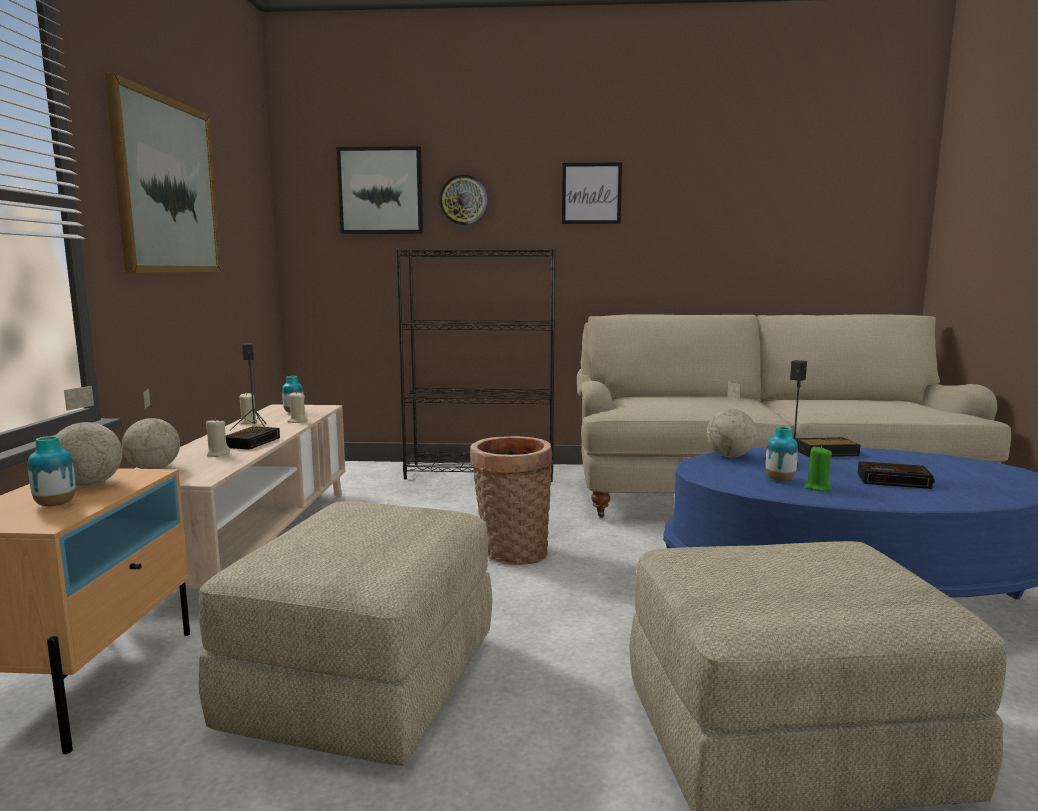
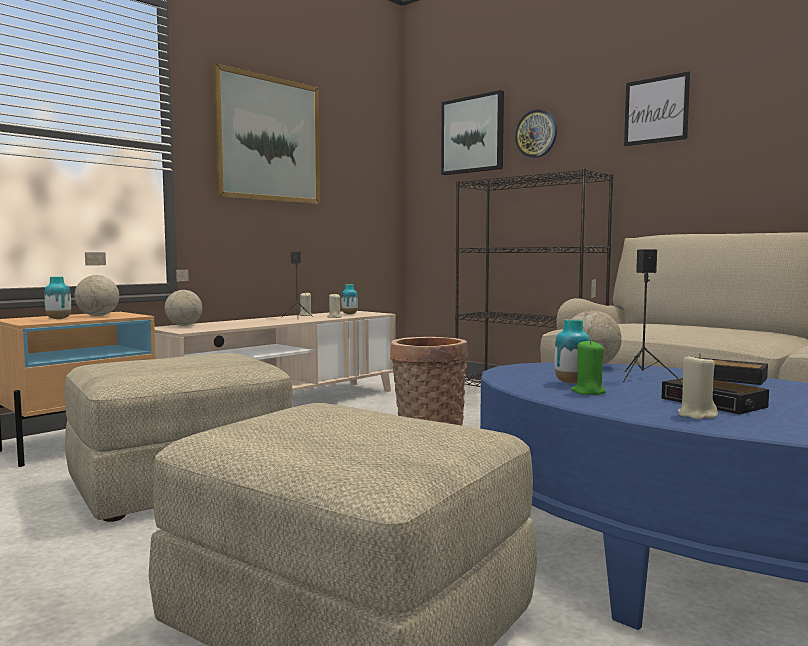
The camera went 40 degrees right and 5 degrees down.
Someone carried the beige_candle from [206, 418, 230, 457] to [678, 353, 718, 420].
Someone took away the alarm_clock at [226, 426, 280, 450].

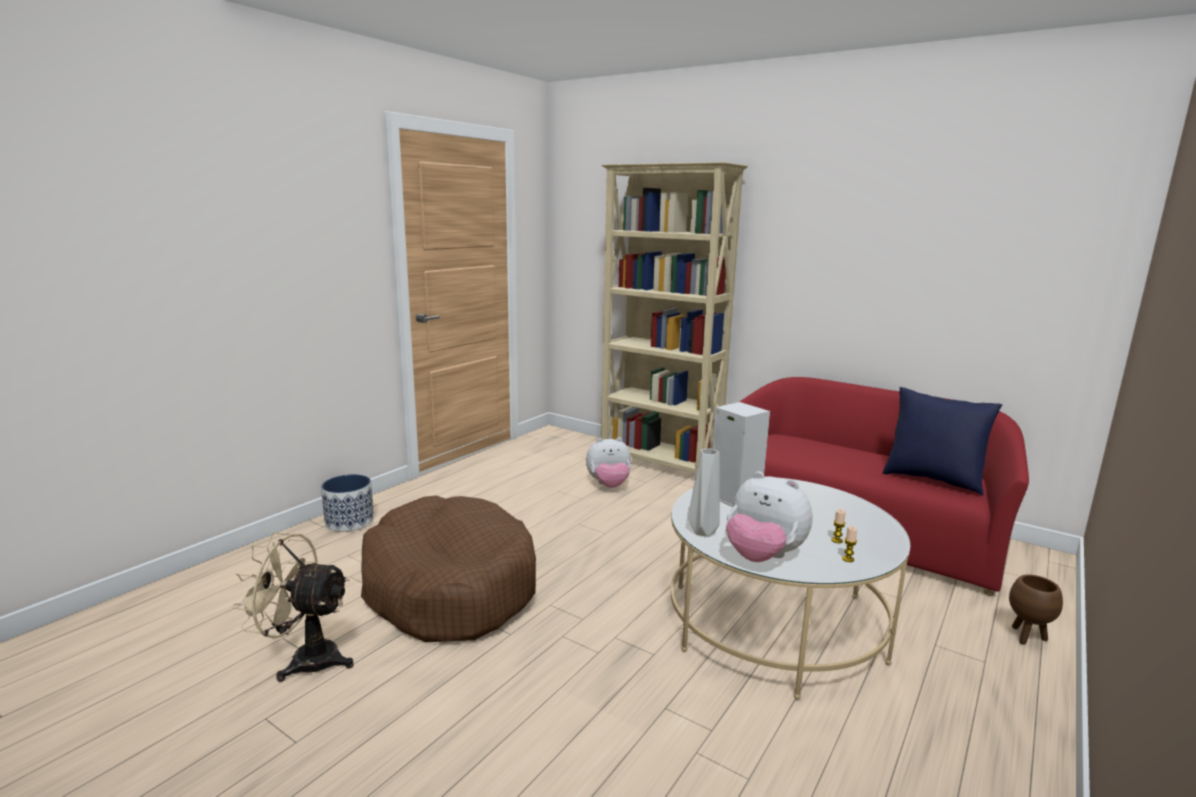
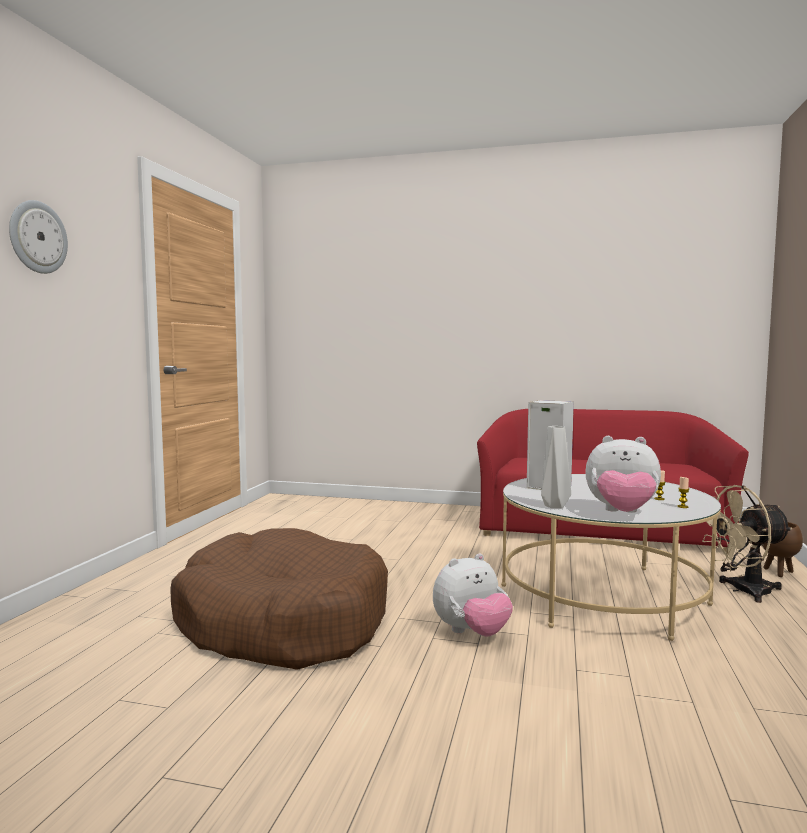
The camera went 20 degrees left and 10 degrees down.
Someone carried the beige_fan from [232, 532, 354, 682] to [702, 485, 793, 603].
Someone took away the planter at [321, 474, 374, 532].
Someone carried the plush_toy from [586, 437, 631, 488] to [433, 553, 513, 637].
Someone took away the beige_bookcase at [601, 162, 748, 477].
Someone took away the blue_pillow at [883, 387, 1002, 496].
Someone put up the wall_clock at [9, 200, 68, 274].

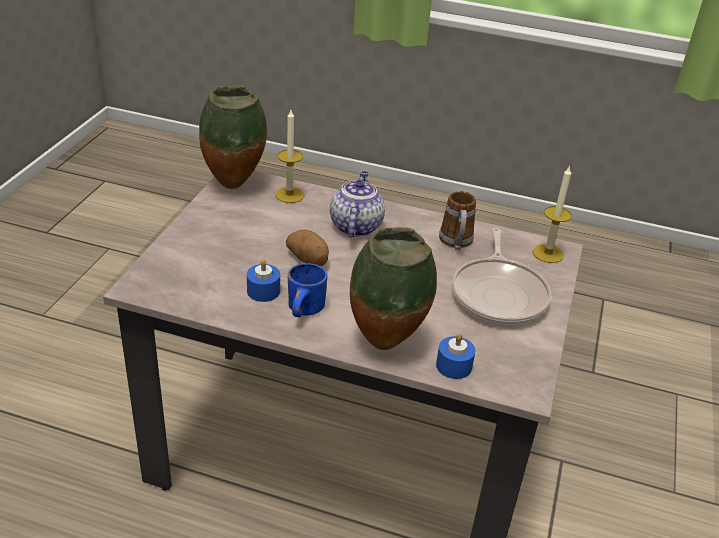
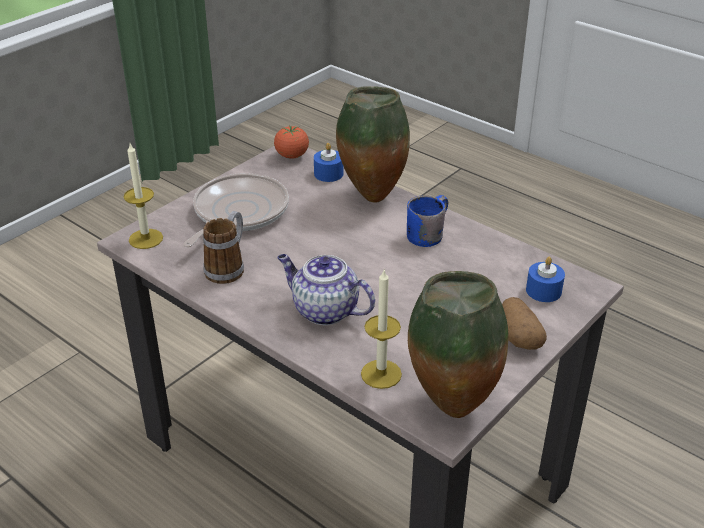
The camera went 155 degrees left and 0 degrees up.
Someone carried the blue_candle from [247, 259, 280, 302] to [526, 257, 565, 302].
Someone carried the potato from [286, 229, 329, 266] to [502, 297, 547, 350].
Someone rotated the teapot at [330, 171, 385, 237] by 90 degrees clockwise.
Someone put down the tomato at [274, 126, 309, 159].

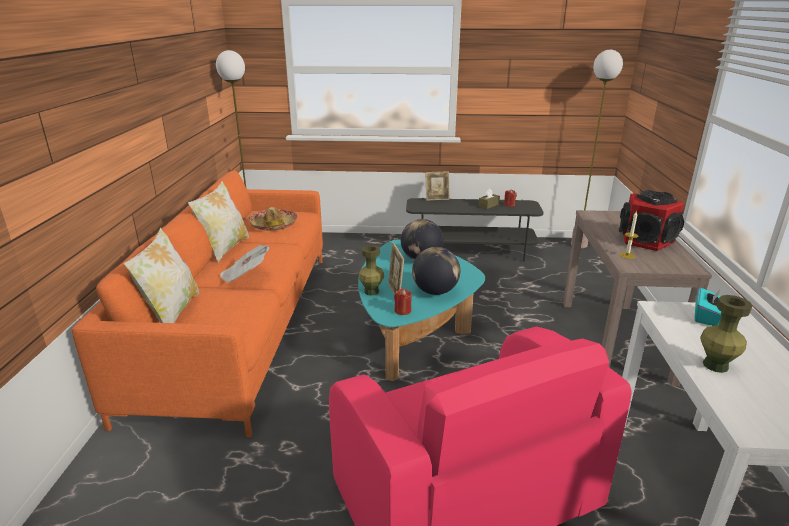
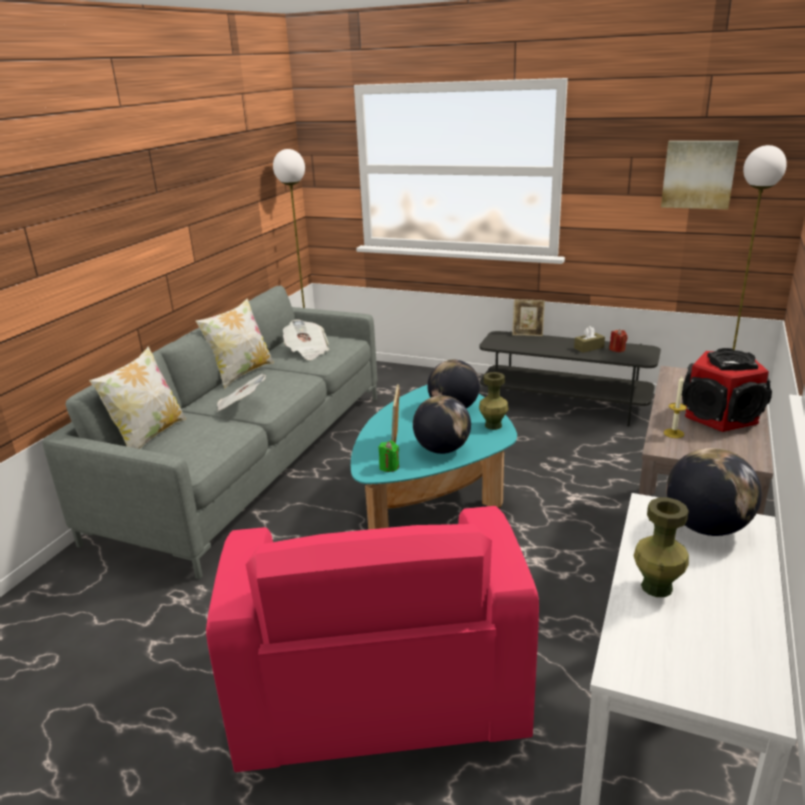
The camera went 20 degrees right and 0 degrees up.
Someone repainted the orange_sofa at [72, 171, 323, 437], which became the grey_sofa at [43, 286, 377, 579].
Someone swapped the hat at [247, 207, 297, 231] for the newspaper at [283, 319, 330, 360].
Someone carried the green_vase from [358, 245, 384, 295] to [479, 372, 509, 430].
Someone repainted the red_candle at [394, 288, 412, 315], which became the green_candle at [378, 440, 399, 472].
Someone swapped the turquoise_tissue_box at [695, 288, 721, 326] for the globe at [666, 448, 762, 536].
Someone put up the picture at [661, 141, 739, 210].

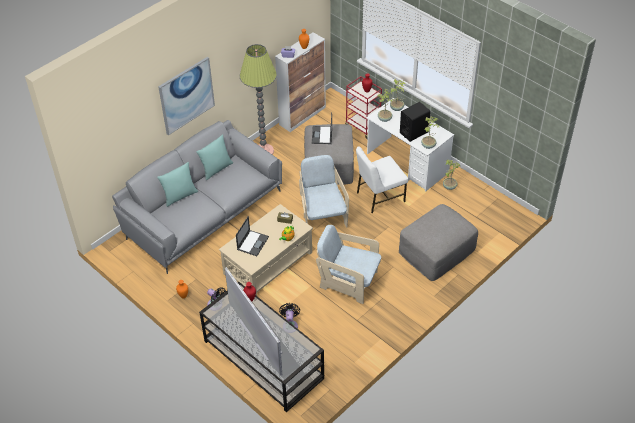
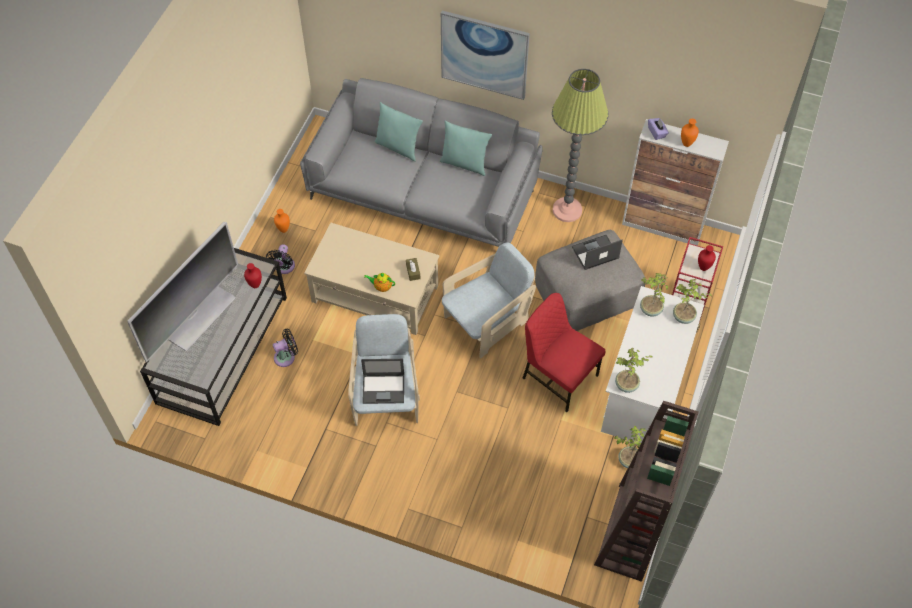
The camera went 65 degrees right and 10 degrees up.
Someone carried the laptop from [236, 216, 269, 256] to [361, 359, 404, 404].
Someone repainted the white_chair at [356, 146, 408, 213], which became the red_chair at [523, 293, 605, 412].
Someone took away the grey_ottoman at [399, 204, 478, 281].
Someone took away the black_speaker at [400, 102, 431, 142].
Someone put down the brown_bookcase at [594, 401, 699, 582].

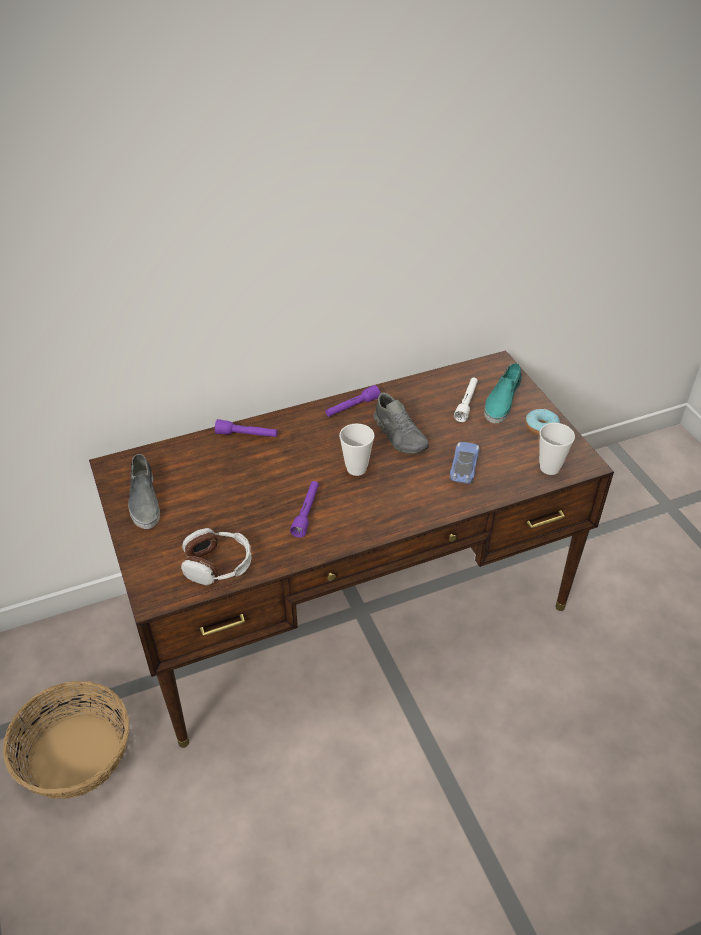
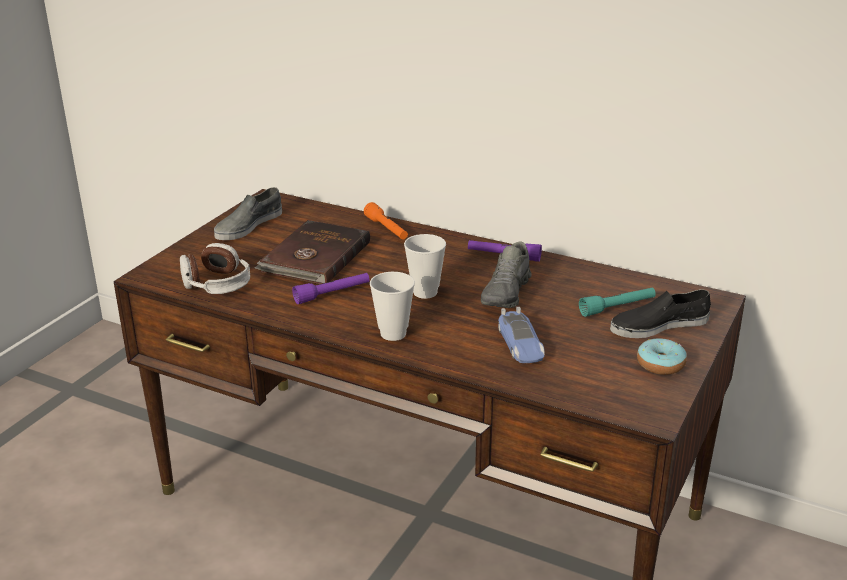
The camera went 50 degrees right and 15 degrees down.
Someone took away the basket at [3, 681, 129, 799].
Someone repainted the purple_flashlight at [215, 419, 278, 437], which became the orange_flashlight at [364, 202, 408, 239].
Someone rotated the toy_car at [450, 442, 480, 484] by 105 degrees clockwise.
Someone repainted the white_flashlight at [454, 378, 478, 422], which became the turquoise_flashlight at [579, 288, 656, 317].
Someone repainted the turquoise_shoe at [484, 363, 522, 423], which became the black_shoe at [610, 289, 711, 338].
Someone carried the cup from [539, 423, 575, 475] to [370, 272, 415, 341].
Someone put down the brown_book at [254, 220, 370, 284].

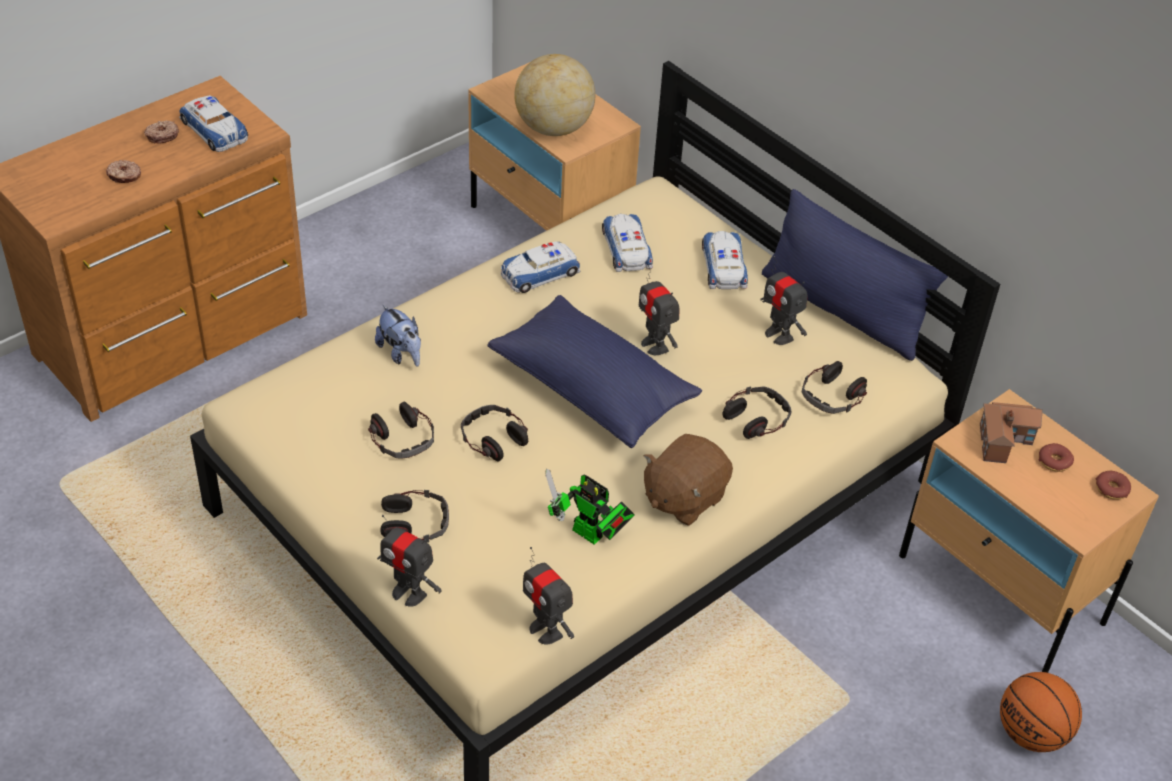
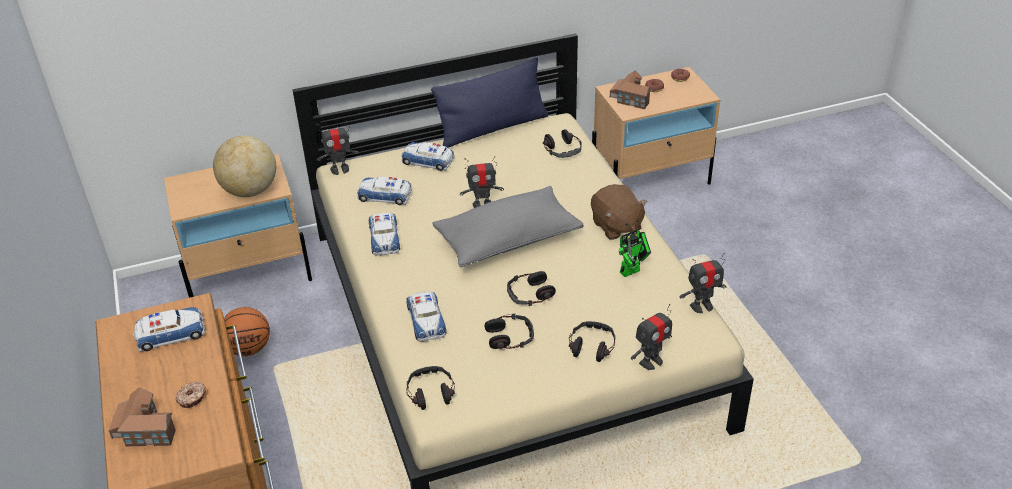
The camera went 65 degrees left and 5 degrees down.
Someone took away the donut at [144, 121, 179, 144].
Someone swapped the plush_toy at [375, 305, 421, 367] for the toy_car at [406, 291, 447, 342].
Someone repainted the blue_pillow at [487, 295, 702, 448], which became the grey_pillow at [432, 186, 584, 267].
Someone carried the headphones from [722, 386, 792, 439] to [406, 366, 455, 410].
Someone carried the toy_robot from [761, 256, 807, 345] to [317, 121, 359, 175].
Someone carried the basketball from [1000, 672, 1082, 752] to [224, 307, 270, 356].
Someone put down the toy_house at [109, 387, 176, 446].

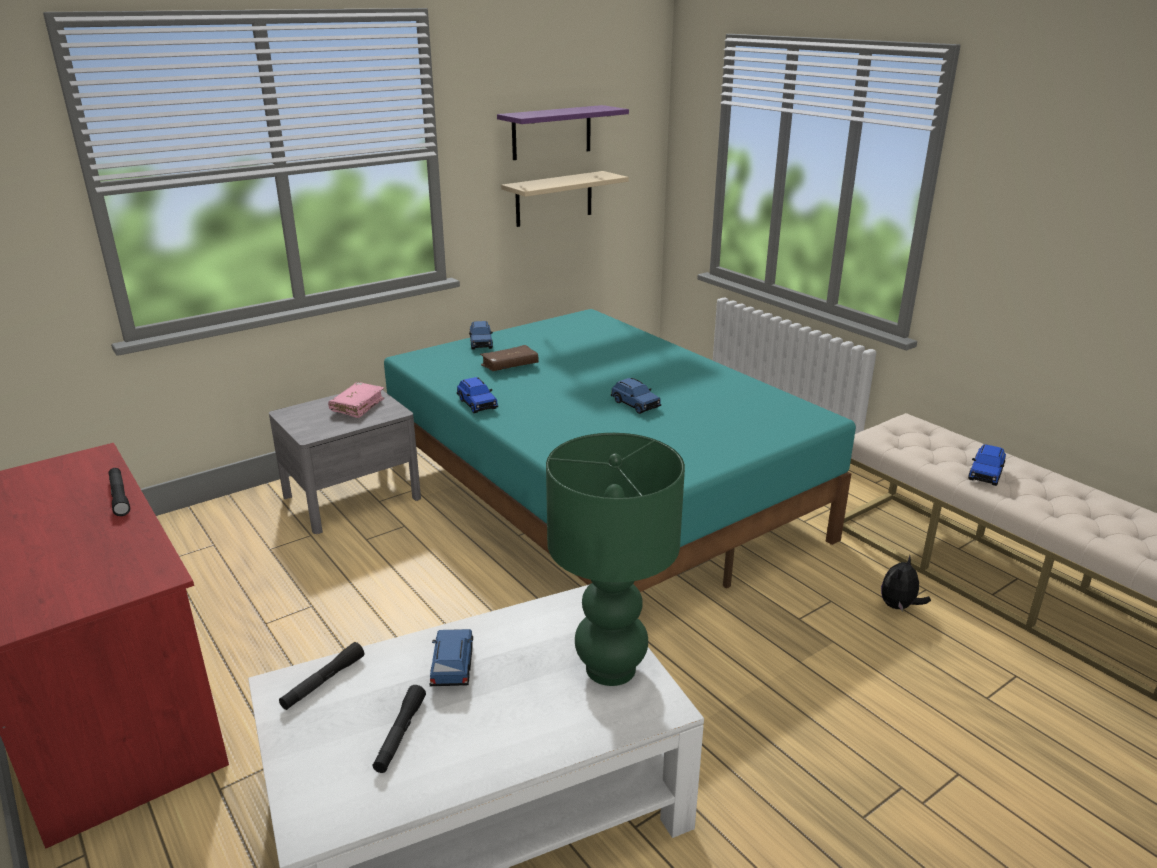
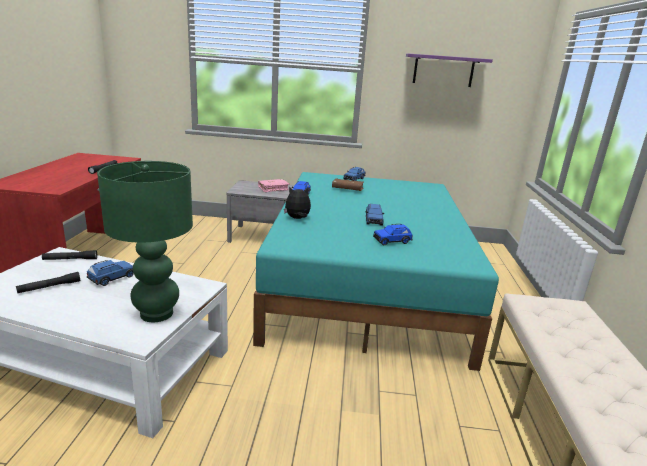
The camera went 40 degrees right and 5 degrees down.
Someone took away the beige_shelf at [501, 171, 629, 227].
Someone carried the plush_toy from [881, 555, 931, 612] to [284, 187, 311, 219].
Someone carried the blue_toy_car from [968, 444, 1006, 486] to [373, 224, 413, 245].

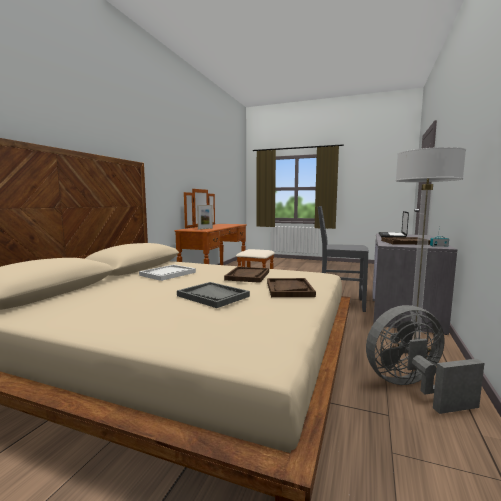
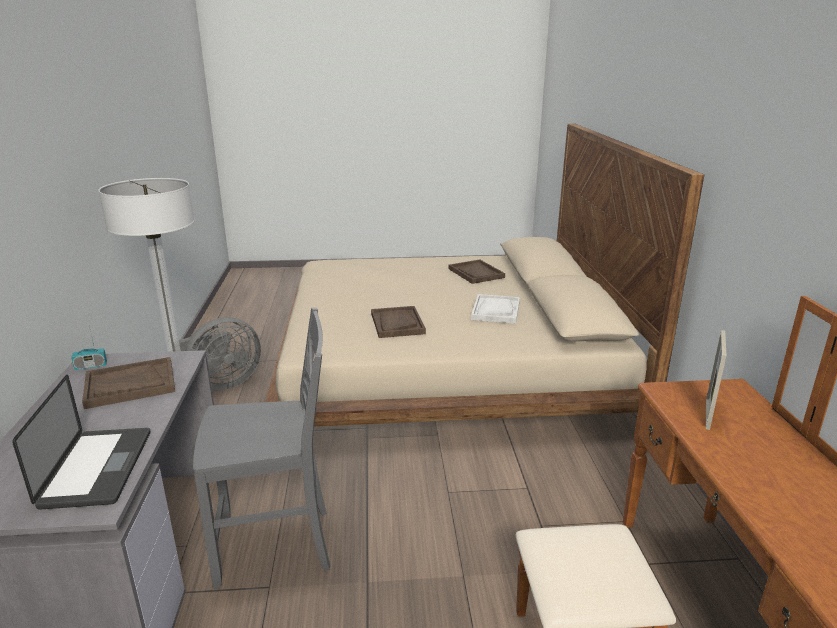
The camera went 155 degrees right and 15 degrees up.
Someone took away the grey_tray at [177, 282, 250, 308].
Someone carried the brown_tray from [267, 278, 316, 297] to [448, 259, 505, 284].

